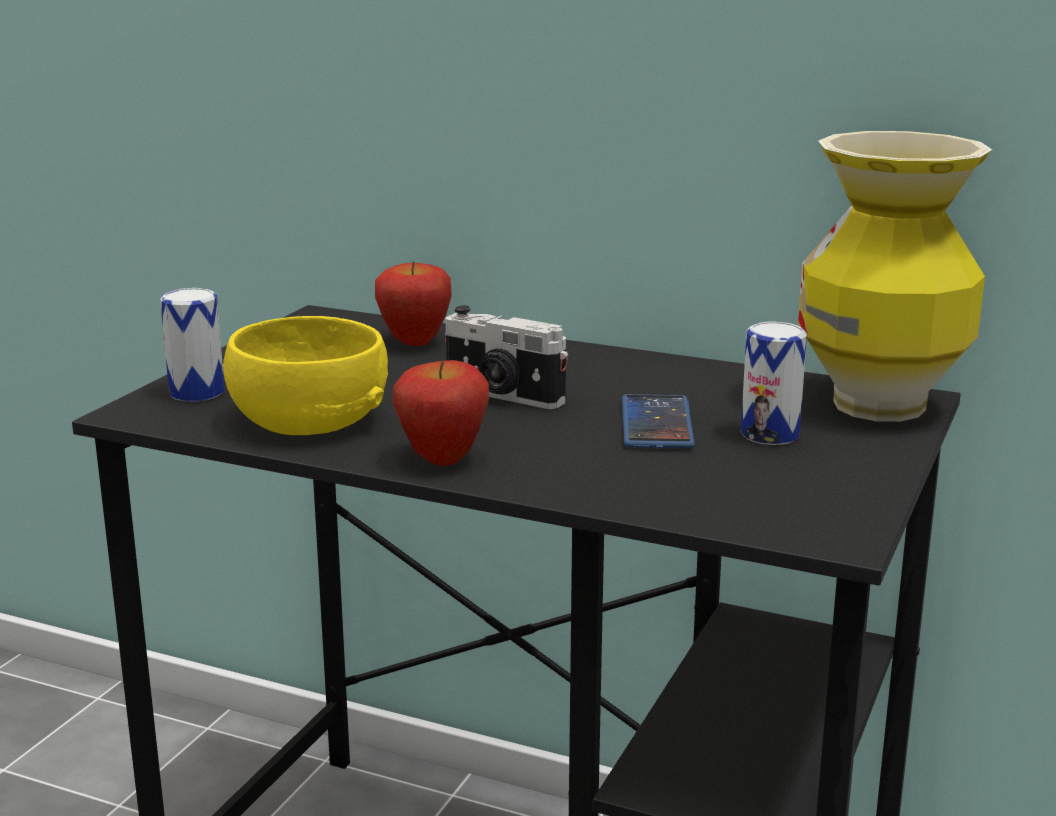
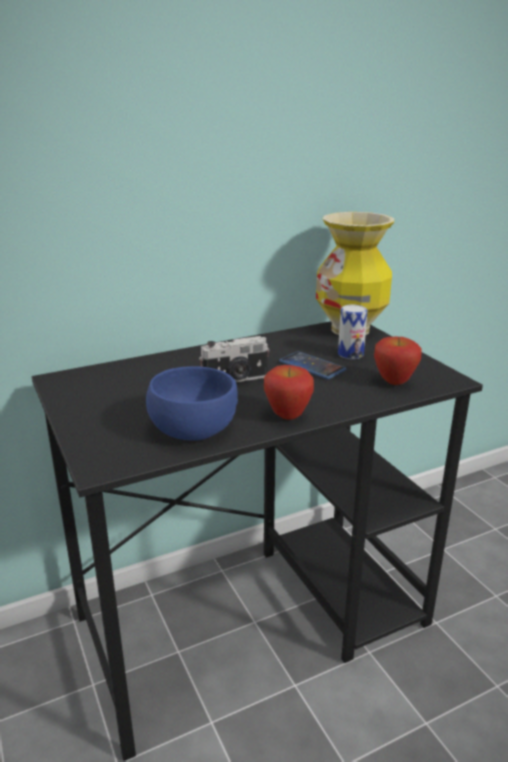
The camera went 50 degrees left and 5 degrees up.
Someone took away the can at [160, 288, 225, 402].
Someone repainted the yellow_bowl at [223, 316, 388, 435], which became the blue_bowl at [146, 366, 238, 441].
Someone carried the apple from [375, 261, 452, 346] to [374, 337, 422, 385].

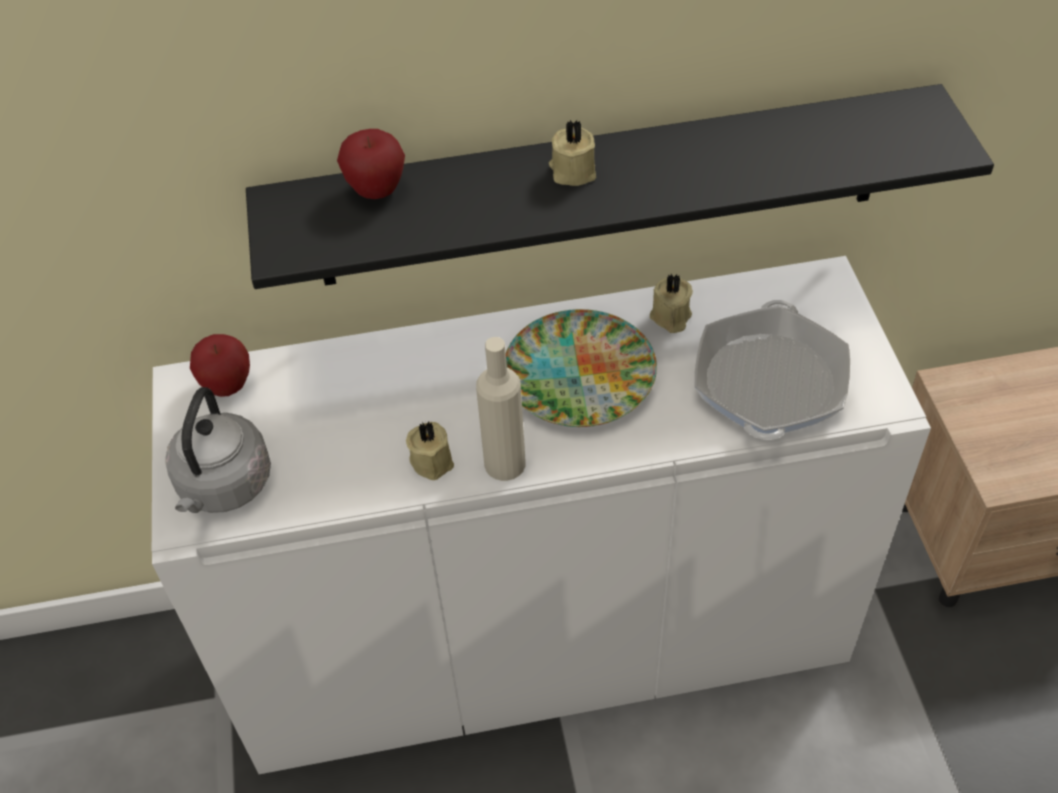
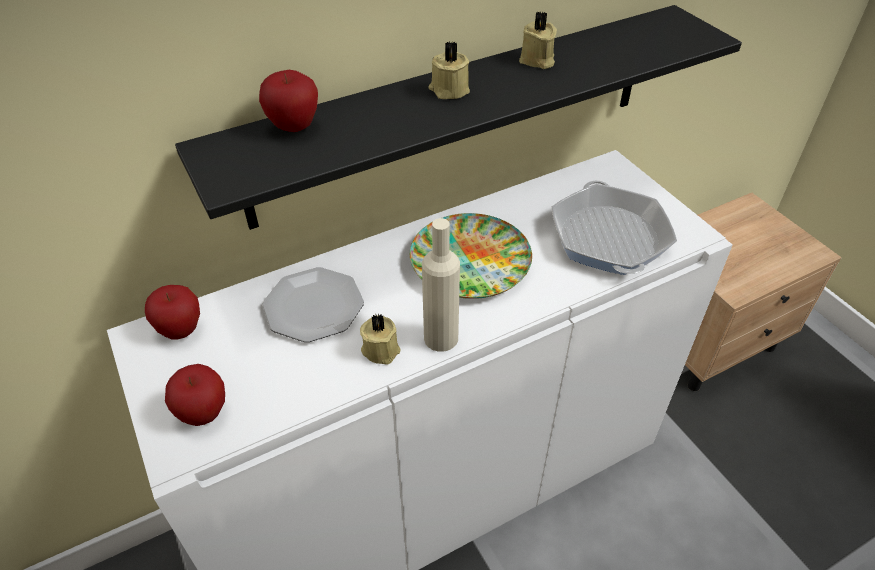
The camera went 20 degrees left and 5 degrees down.
Someone swapped the grey_kettle at [166, 387, 271, 513] for the apple at [165, 364, 225, 426].
Someone carried the beige_candle from [650, 274, 693, 333] to [519, 12, 557, 69].
Someone put down the plate at [262, 267, 364, 342].

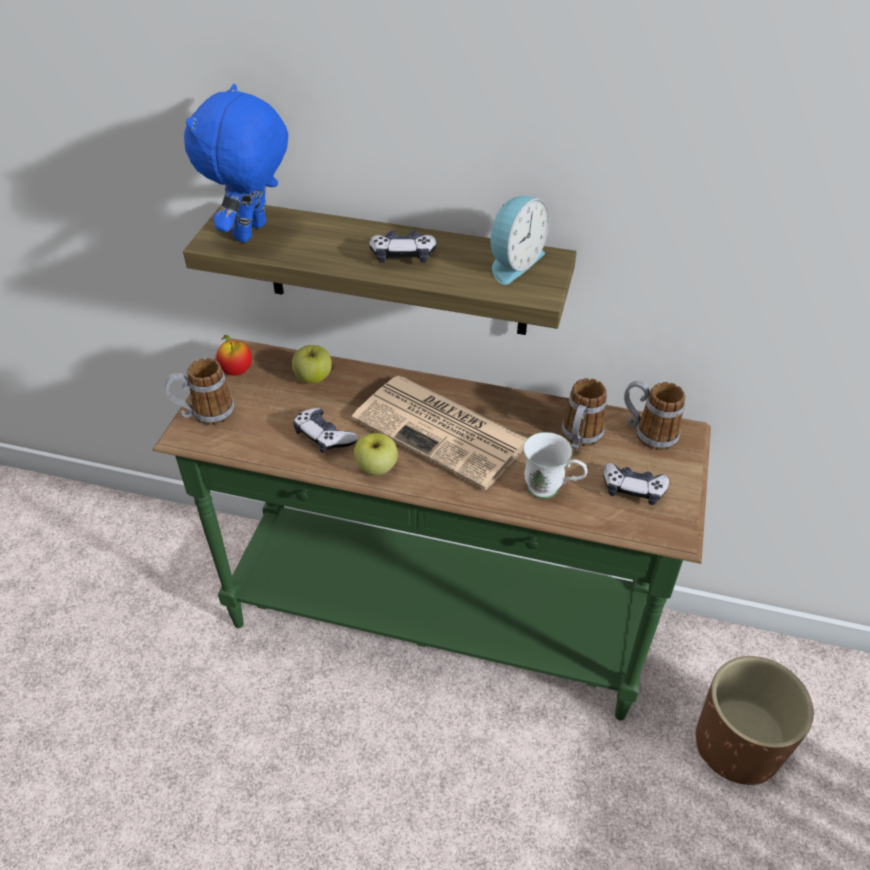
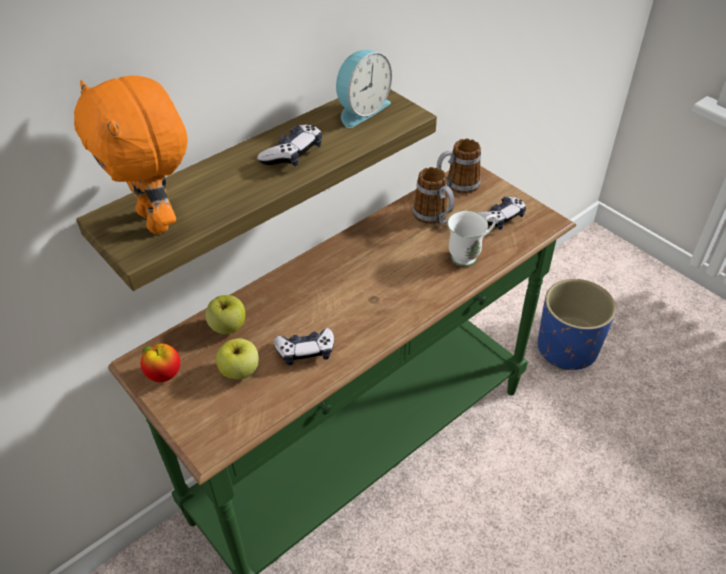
The camera went 55 degrees left and 0 degrees up.
Someone took away the mug at [165, 358, 235, 425].
Someone repainted the blue_plush_toy at [184, 84, 288, 243], which became the orange_plush_toy at [74, 75, 187, 234].
Someone took away the newspaper at [352, 376, 528, 490].
Someone carried the apple from [354, 433, 398, 475] to [216, 338, 259, 380].
Someone rotated the alarm_clock at [490, 196, 549, 285] by 60 degrees clockwise.
Someone repainted the brown_planter at [696, 656, 814, 786], which became the blue_planter at [538, 279, 616, 371].

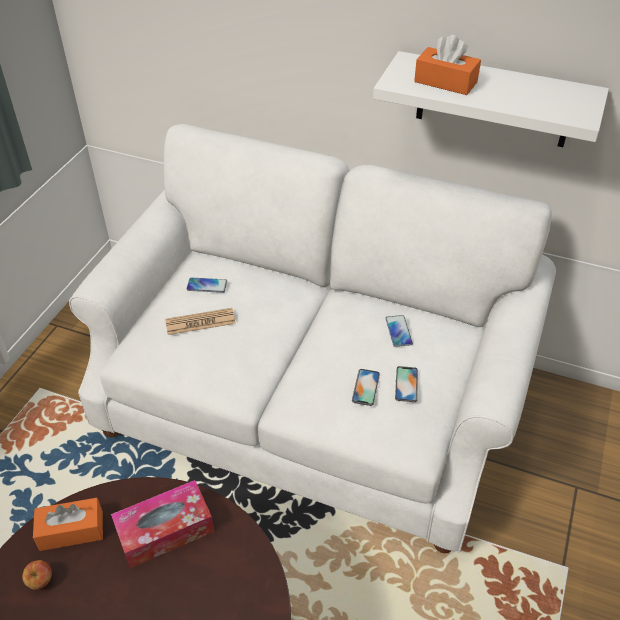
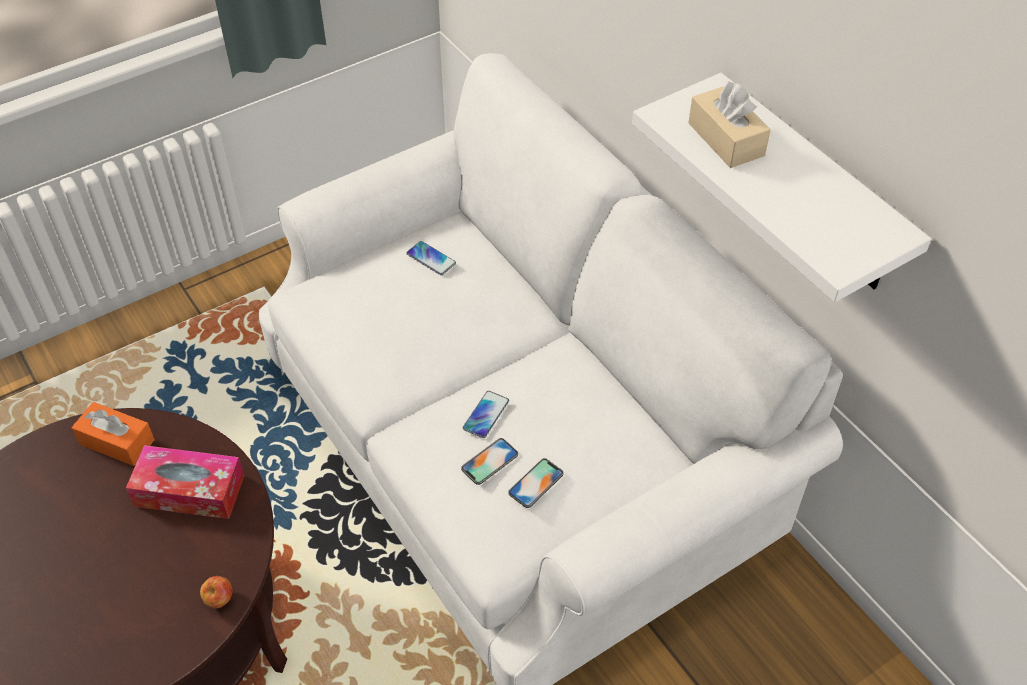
The camera went 35 degrees right and 5 degrees up.
Someone carried the apple from [22, 560, 52, 590] to [200, 576, 232, 608].
Someone took away the newspaper at [165, 308, 236, 335].
Someone carried the phone from [386, 315, 413, 347] to [463, 391, 509, 438].
Someone repainted the orange_tissue_box at [414, 35, 481, 95], which became the beige_tissue_box at [688, 81, 771, 168].

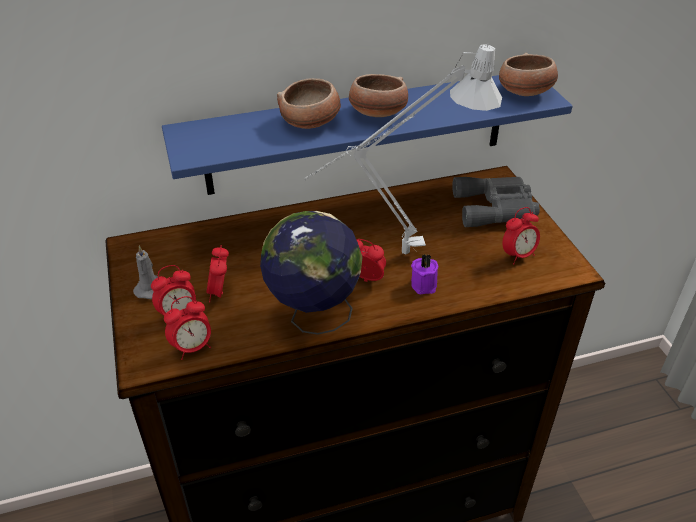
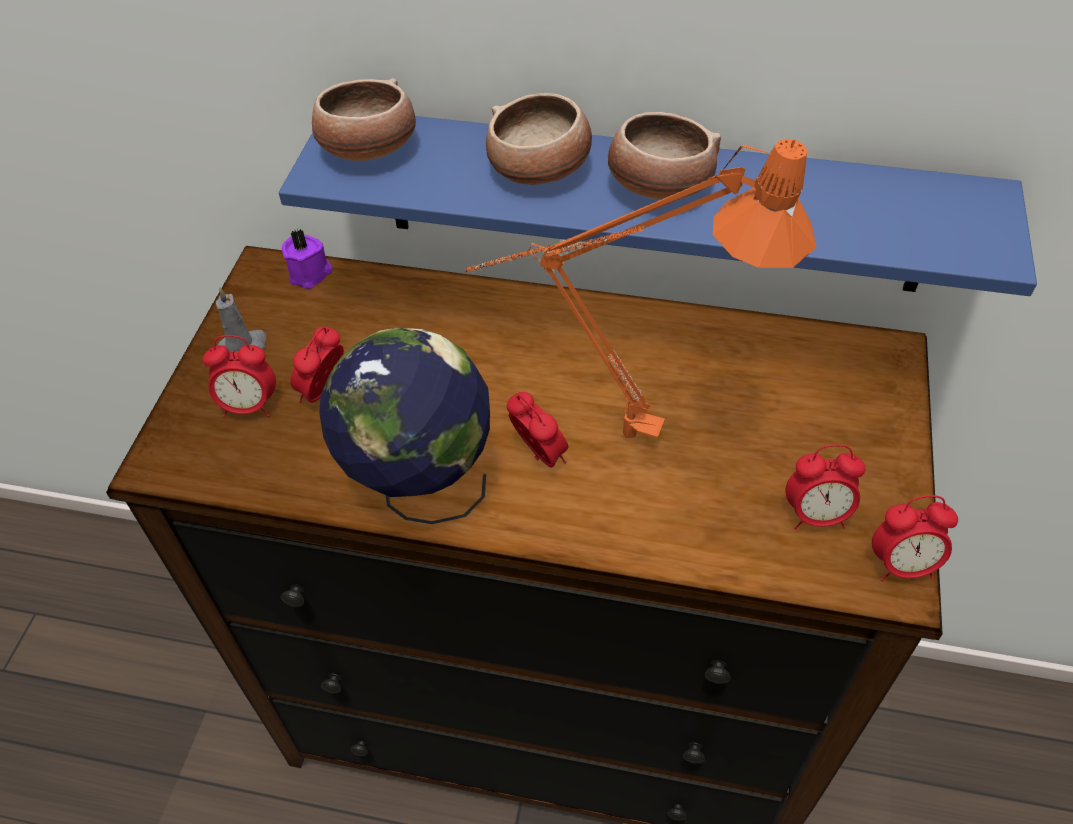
The camera went 30 degrees right and 10 degrees up.
Someone carried the alarm_clock from [164, 296, 211, 360] to [872, 495, 958, 581].
Someone repainted the grey_table_lamp at [304, 43, 502, 255], which became the orange_table_lamp at [465, 139, 817, 438].
Someone carried the purple_candle from [411, 254, 438, 294] to [282, 229, 332, 289].
Someone took away the grey_binoculars at [452, 177, 540, 227].
Someone carried the bowl from [499, 53, 558, 96] to [312, 78, 416, 161].

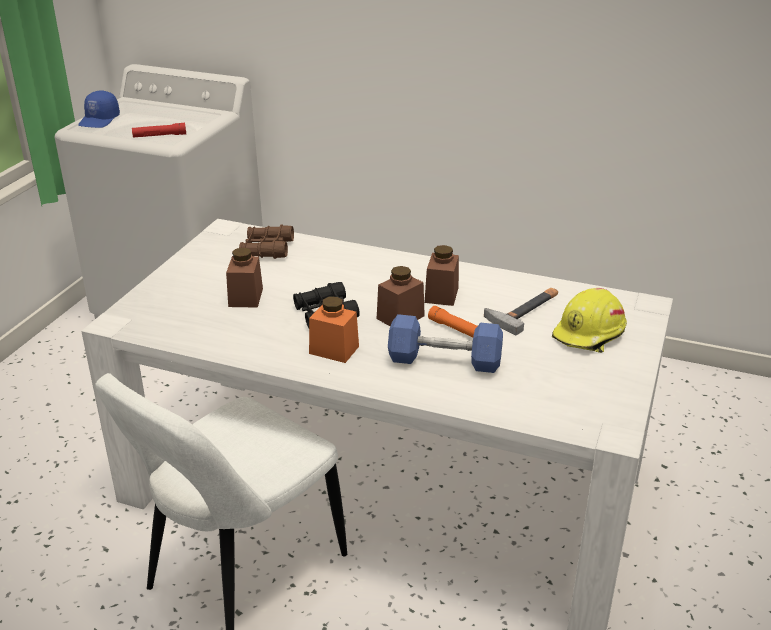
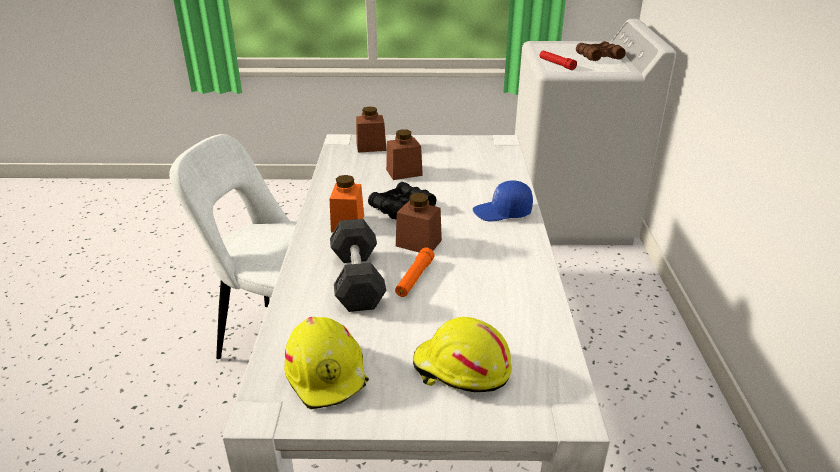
The camera went 70 degrees right and 0 degrees up.
Someone carried the blue_cap from [78, 90, 120, 128] to [473, 180, 533, 222].
Someone carried the brown_binoculars from [239, 225, 294, 259] to [576, 41, 626, 61].
Someone repainted the blue_dumbbell at [388, 314, 503, 373], which became the grey_dumbbell at [330, 219, 386, 312].
Someone carried the brown_jar from [424, 245, 459, 306] to [356, 107, 386, 153].
Someone took away the hammer at [484, 288, 558, 335].
Someone put down the yellow_hard_hat at [284, 317, 369, 409].

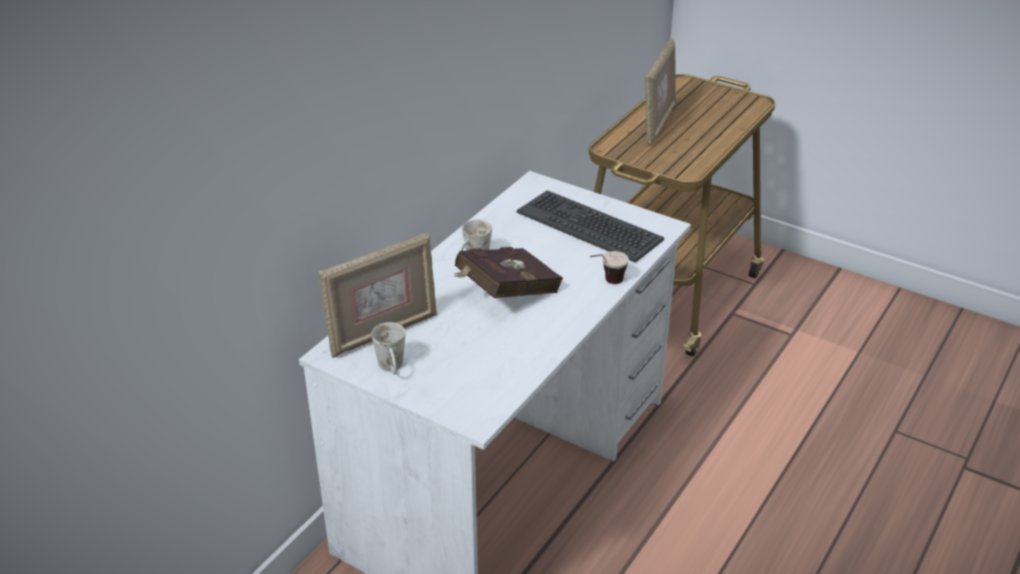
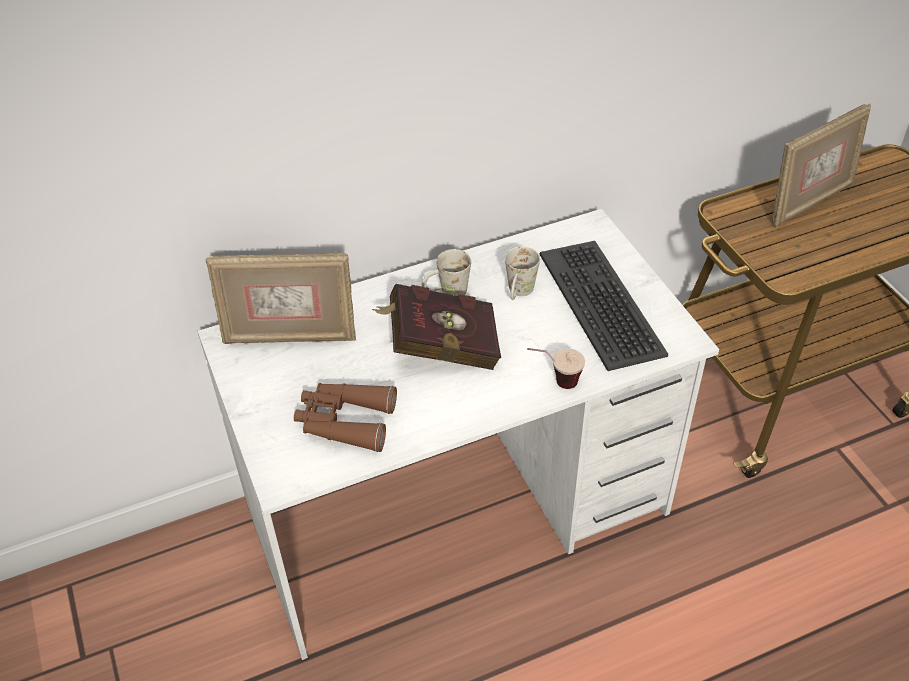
The camera went 35 degrees right and 10 degrees up.
Someone carried the white_mug from [371, 322, 405, 374] to [505, 246, 540, 300].
Someone put down the brown_binoculars at [294, 383, 397, 452].

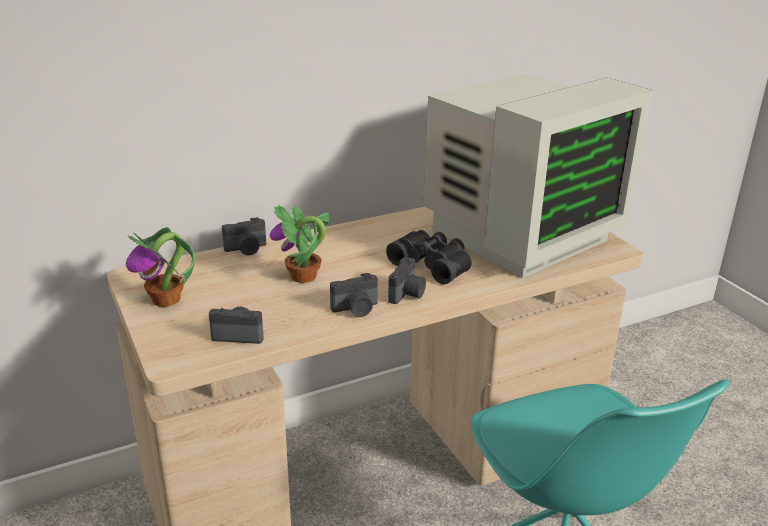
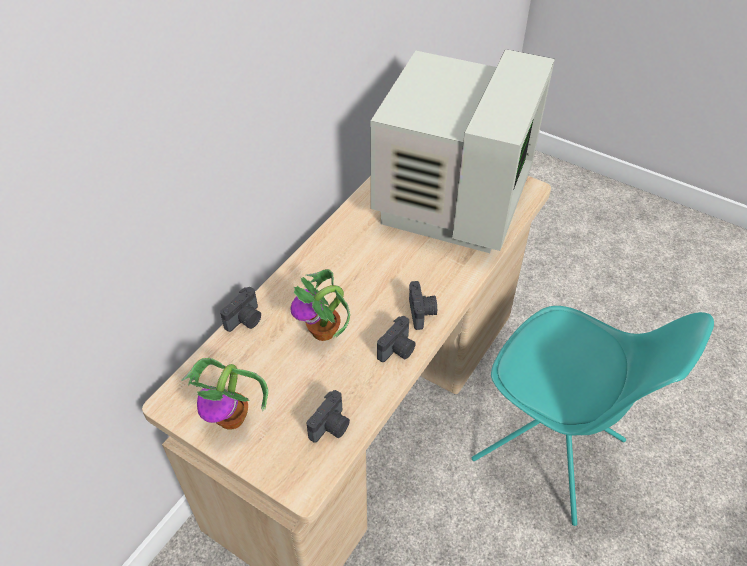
The camera went 30 degrees left and 20 degrees up.
Someone rotated the photo_camera at [209, 307, 264, 344] by 150 degrees clockwise.
Someone took away the black_binoculars at [386, 230, 472, 284].

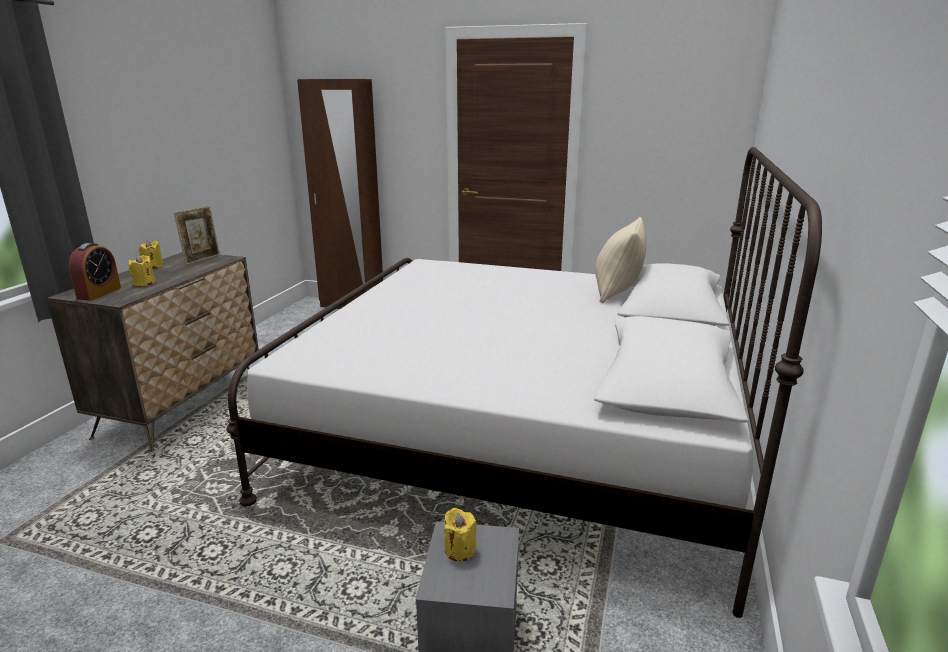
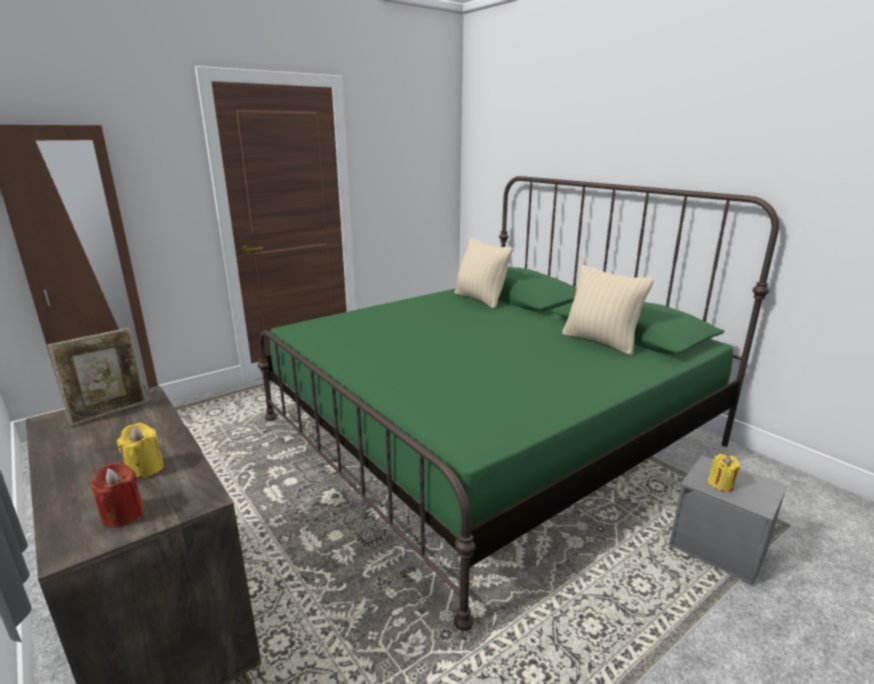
The camera went 55 degrees left and 0 degrees up.
Someone swapped the alarm_clock at [69, 243, 121, 300] for the red_candle at [90, 462, 144, 528].
Someone took away the yellow_candle at [139, 240, 164, 268].
Someone rotated the picture_frame at [174, 206, 220, 265] by 75 degrees clockwise.
Someone repainted the white_bed at [226, 147, 822, 618], which became the green_bed at [258, 176, 779, 631].
Someone put down the beige_pillow at [562, 265, 654, 355].

